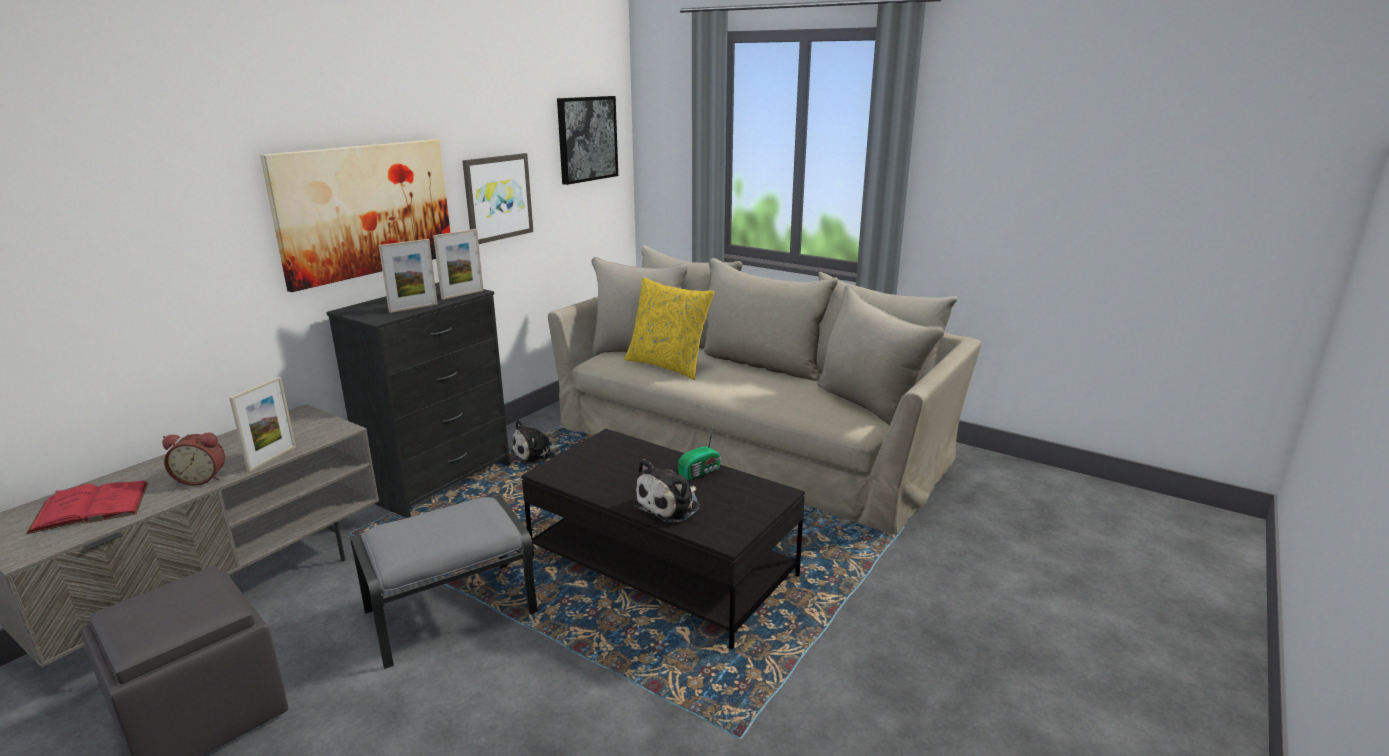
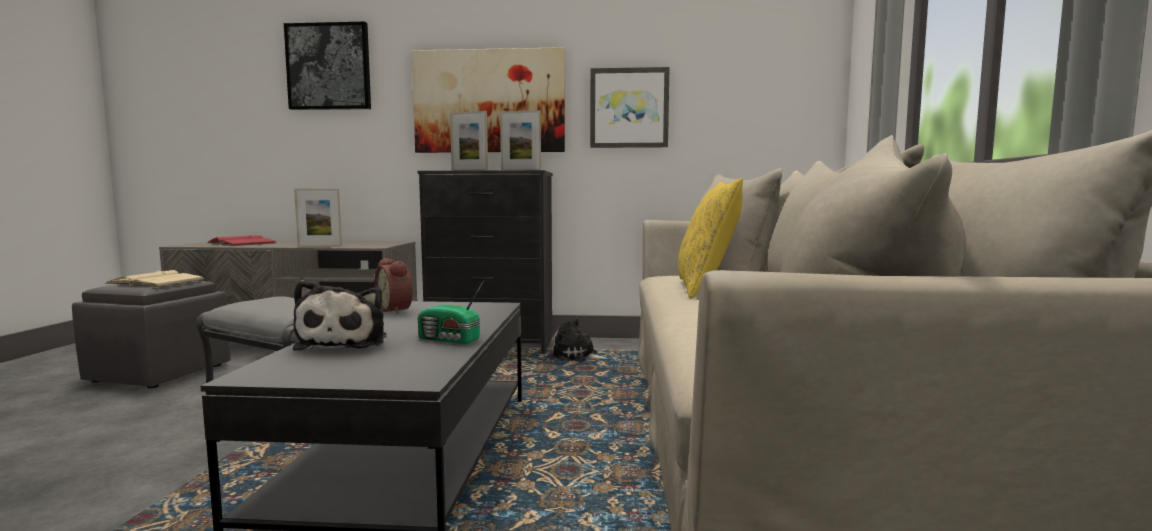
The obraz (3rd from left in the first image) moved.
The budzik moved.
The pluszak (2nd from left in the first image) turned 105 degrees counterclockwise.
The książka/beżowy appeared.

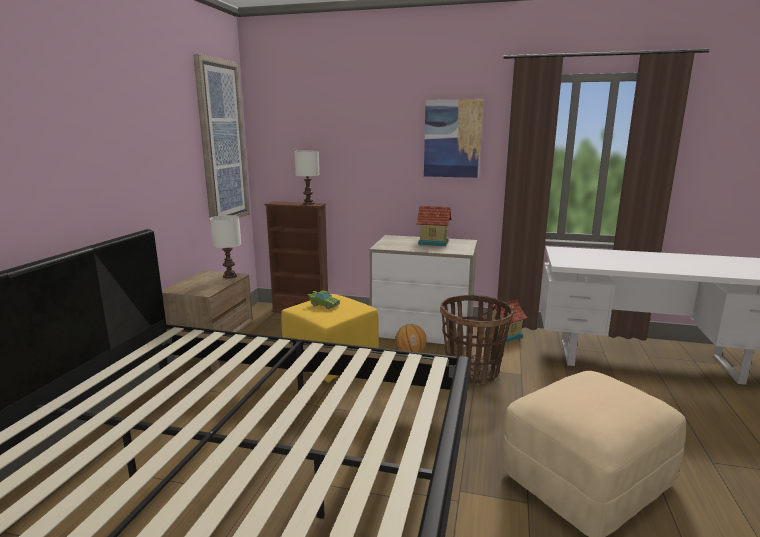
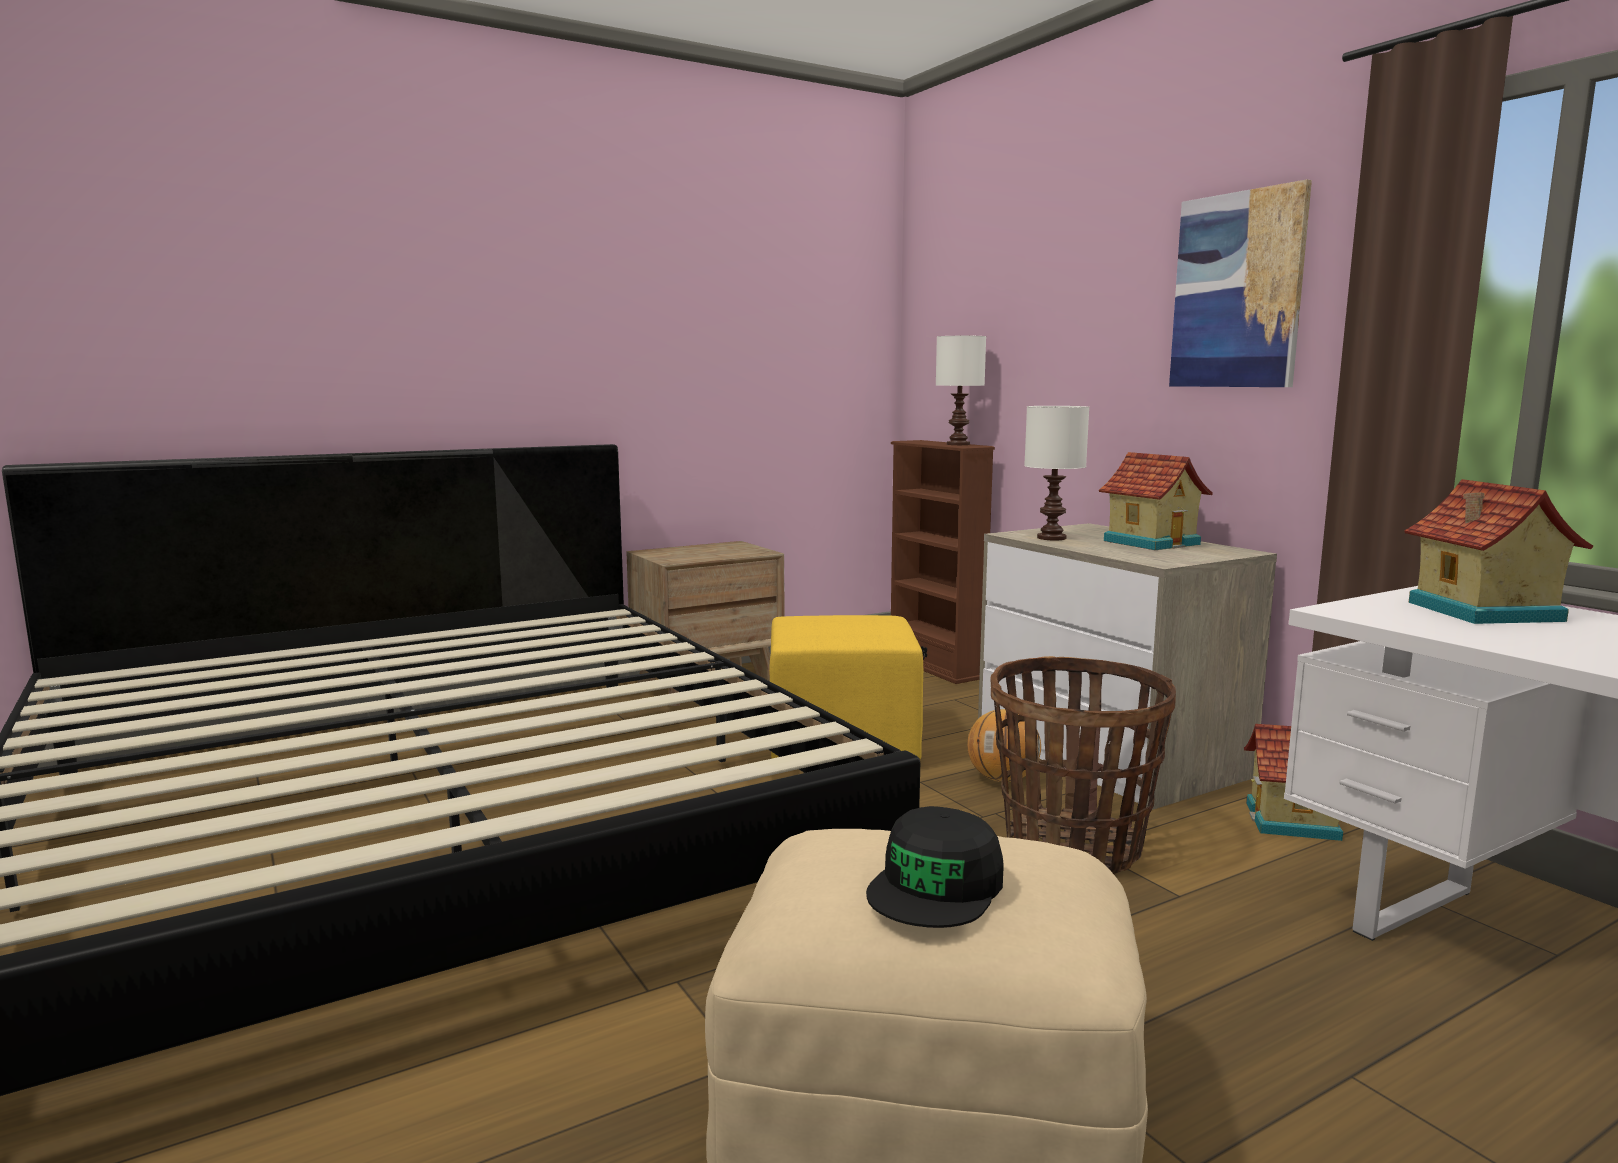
The obraz (1st from left) disappeared.
The lampa stołowa/biały (1st from left in the first image) moved.
The samochodzik/zielony disappeared.
The domek (3rd from left) appeared.
The czapka z daszkiem/czarny appeared.

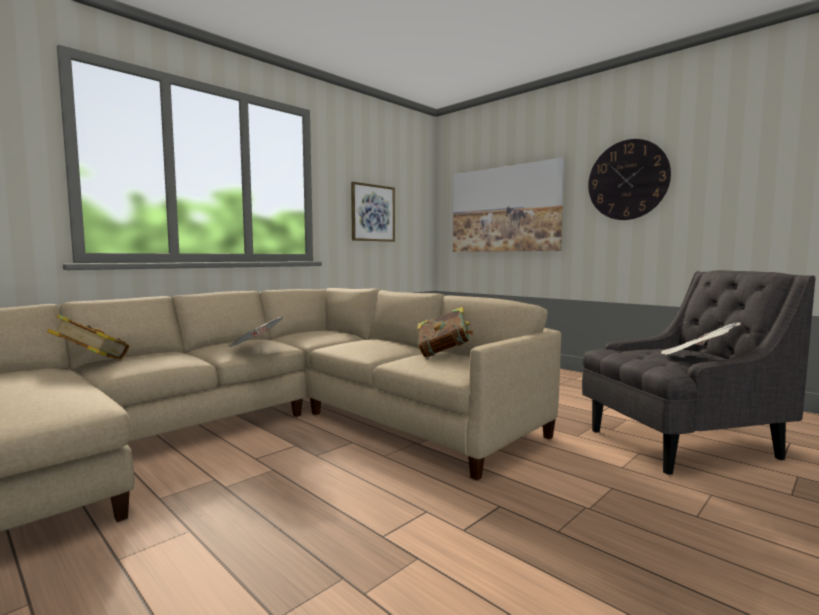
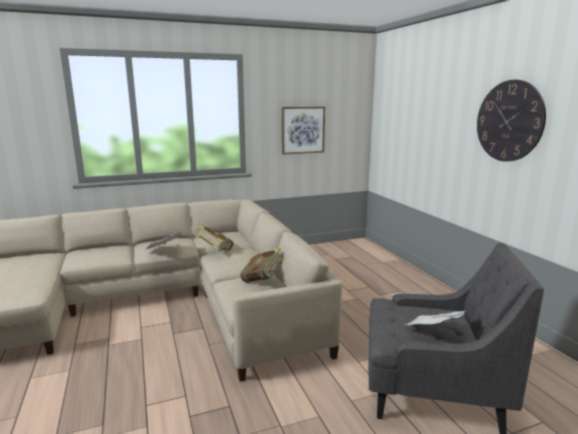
The obraz (2nd from left) disappeared.
The książka (1st from left) moved.

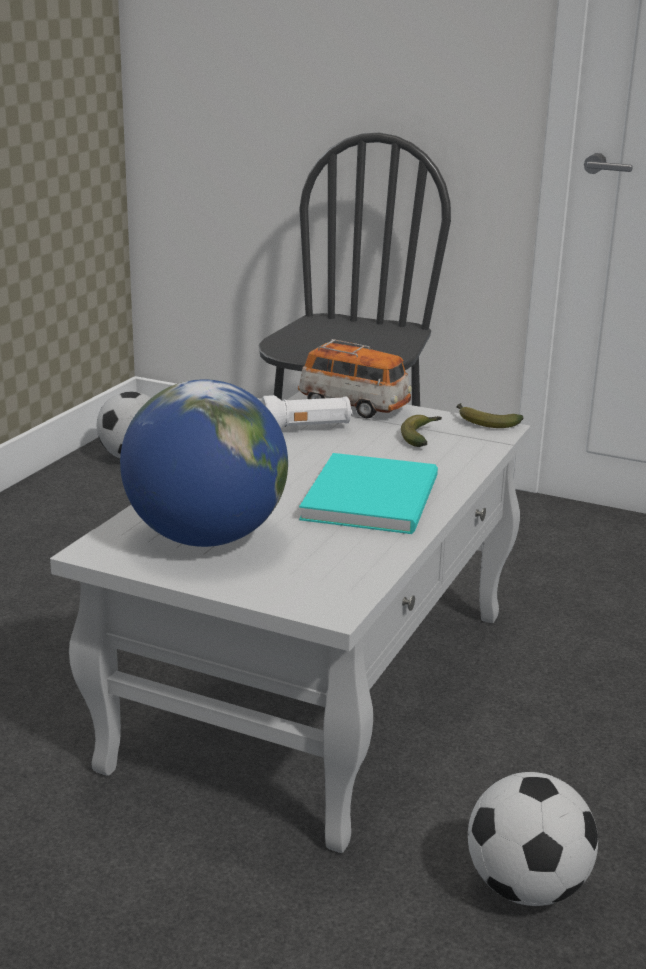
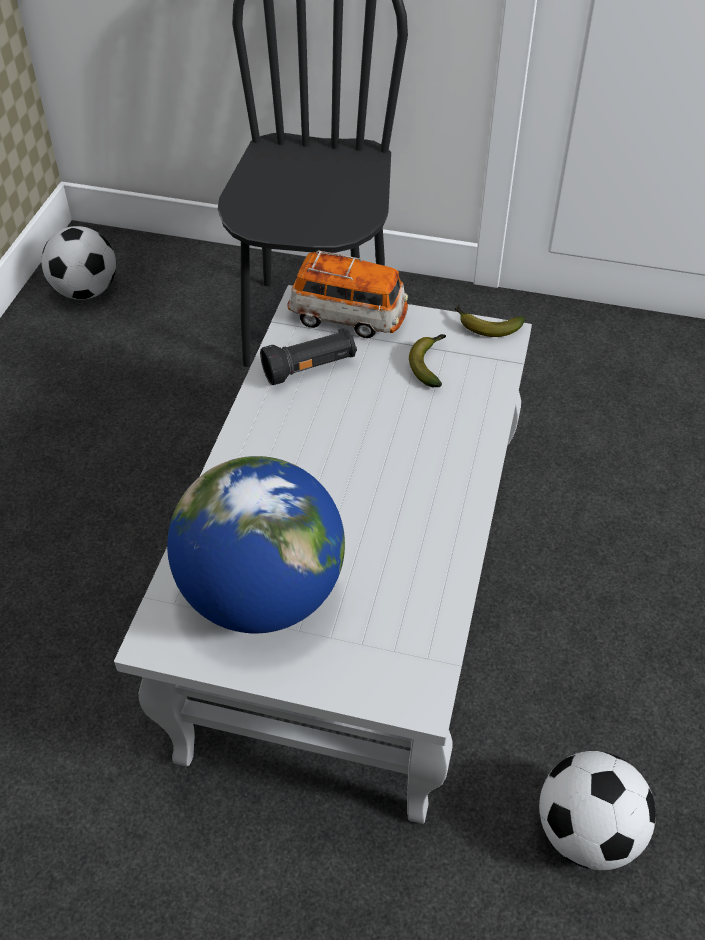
The latarka/biały became the latarka/czarny.
The książka/turkusowy disappeared.

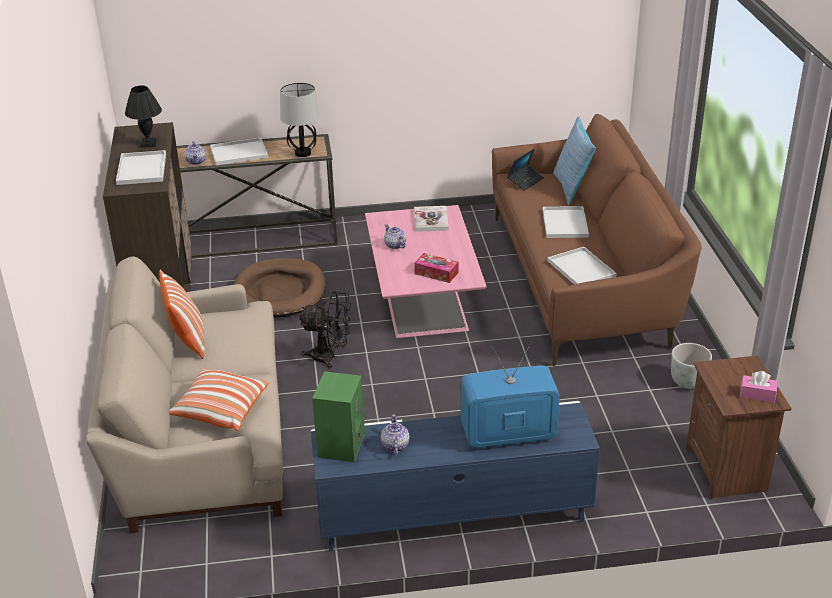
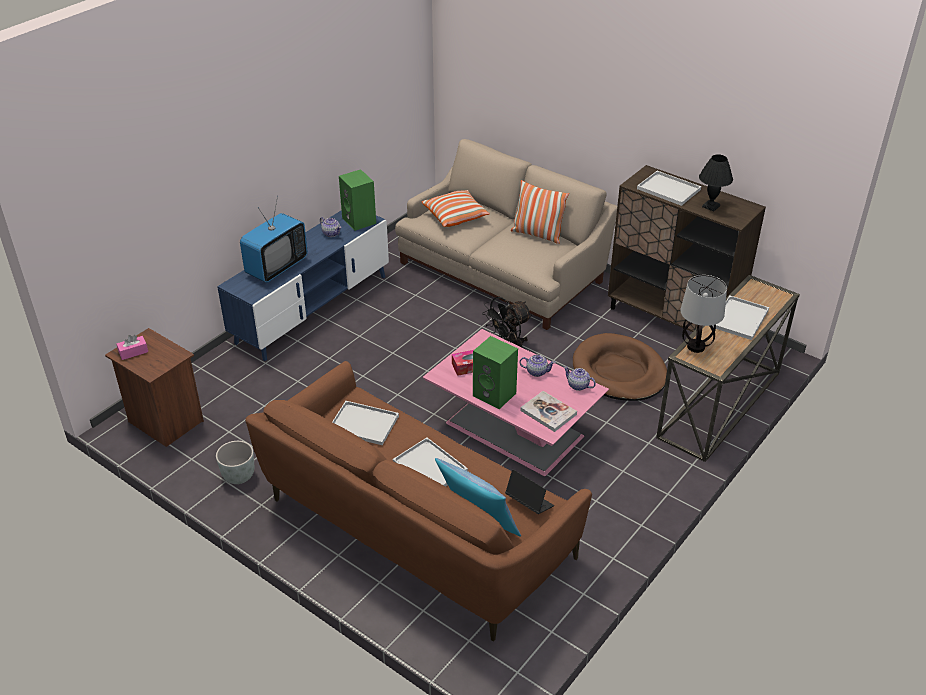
The imbryk (1st from left in the first image) moved.
The laptop turned 135 degrees clockwise.
The głośnik/zielony (2nd from left) appeared.

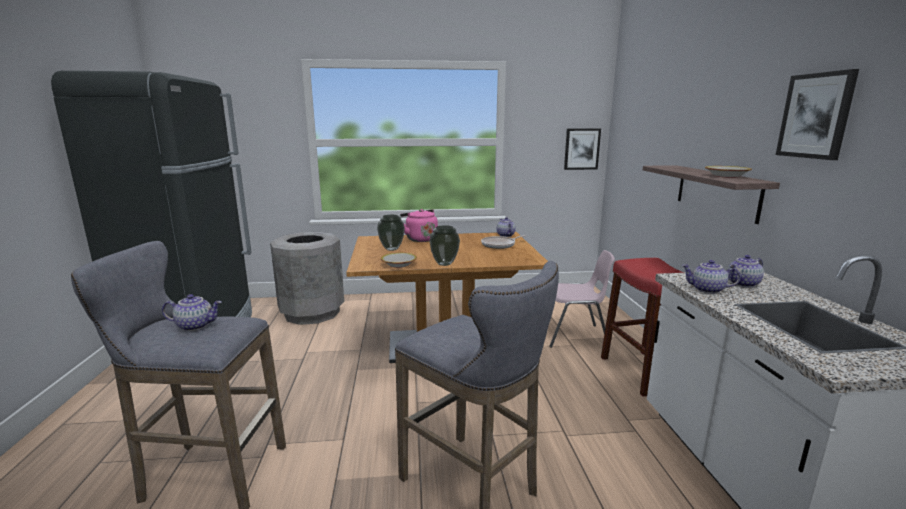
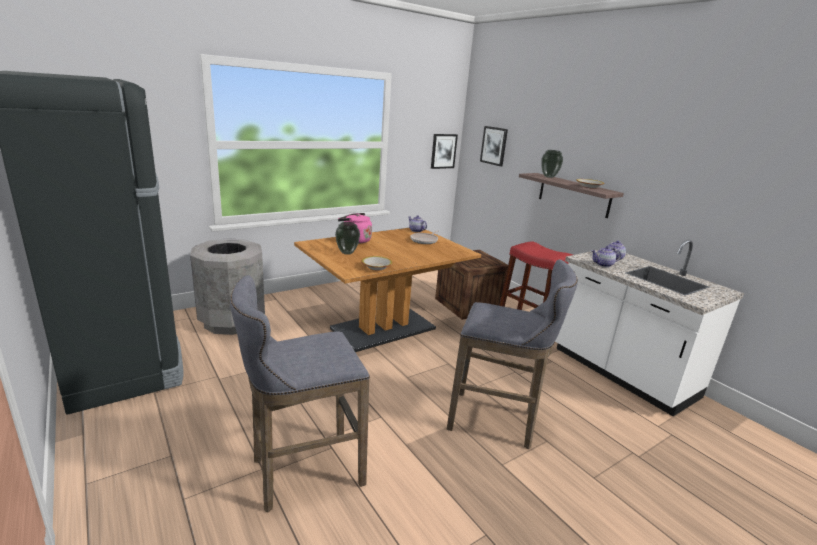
The obraz (2nd from left) moved.
The wazon (2nd from left) moved.
The krzesło/różowy was replaced by the skrzynka.
The imbryk (1st from left) disappeared.

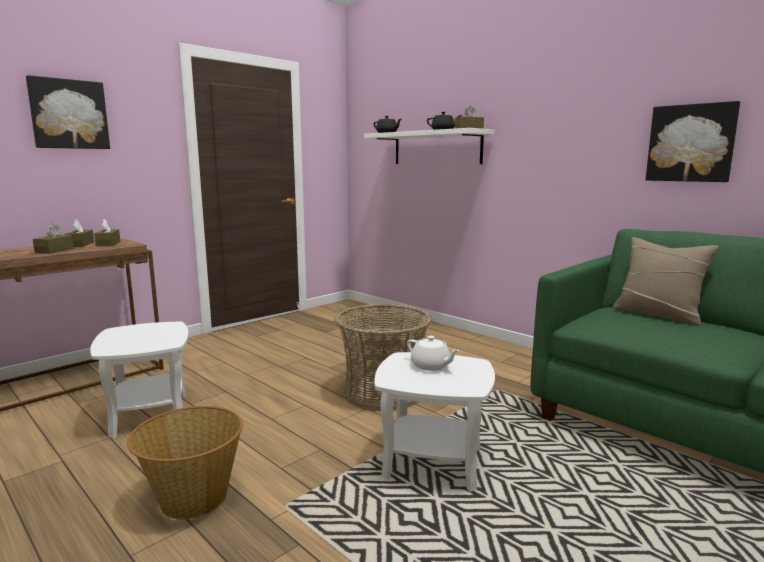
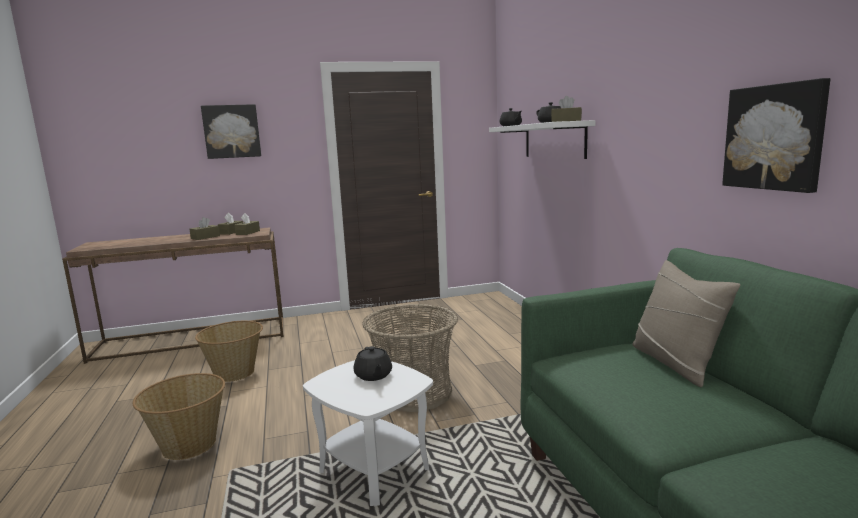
The stolik/biały (1st from left) was replaced by the koszyk (2nd from left).
The imbryk/biały became the imbryk/czarny (1st from left).

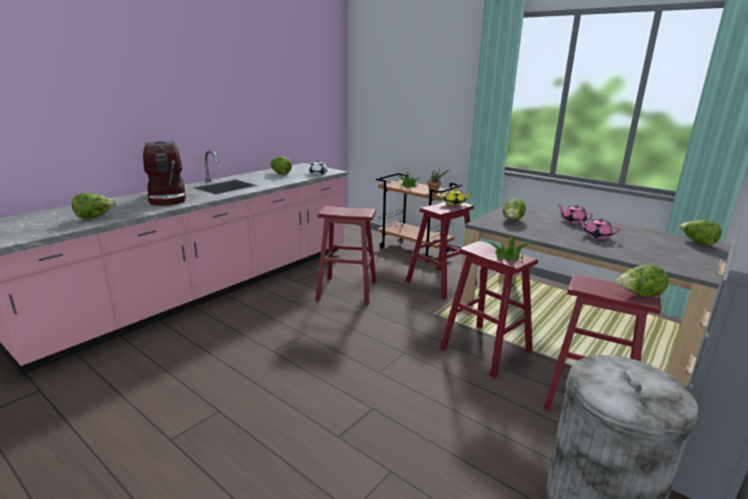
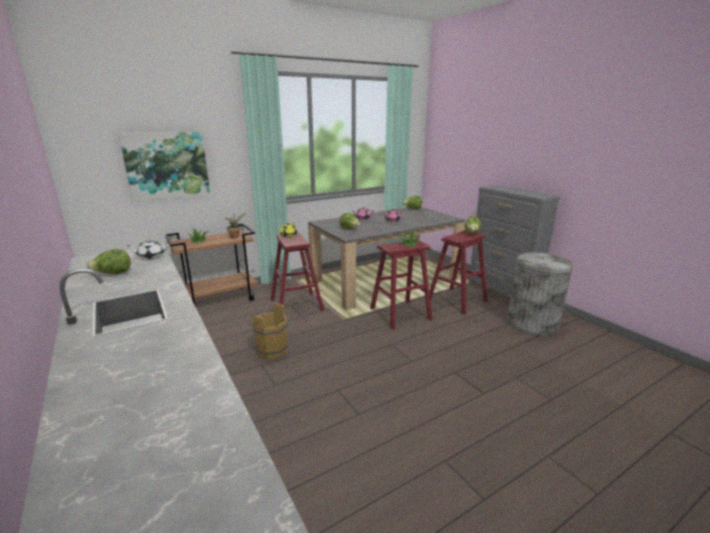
The ekspres do kawy disappeared.
The sałata (1st from left) disappeared.
The stołek/czerwony (1st from left) was replaced by the wiadro/brązowy.
The obraz appeared.

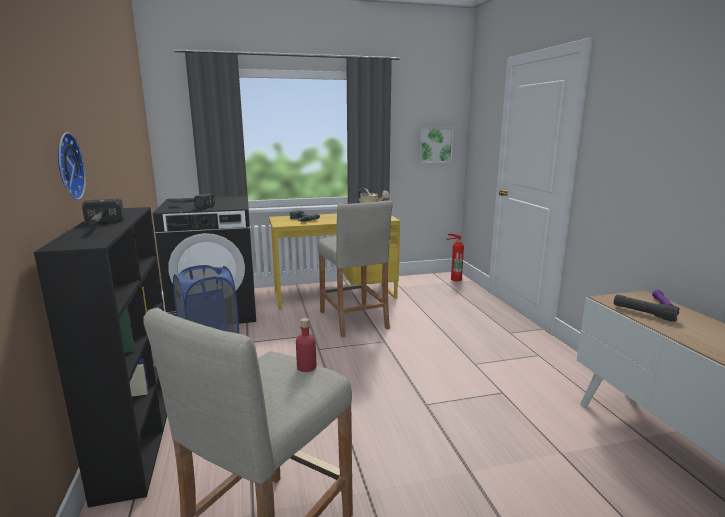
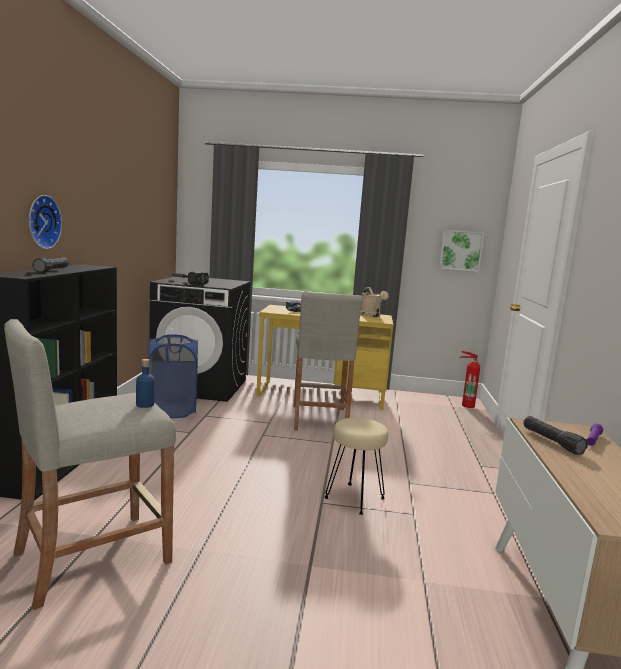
The młotek (1st from left) was replaced by the latarka/czarny (1st from left).
The butelka/czerwony became the butelka/niebieski.
The stołek/beżowy (3rd from left) appeared.

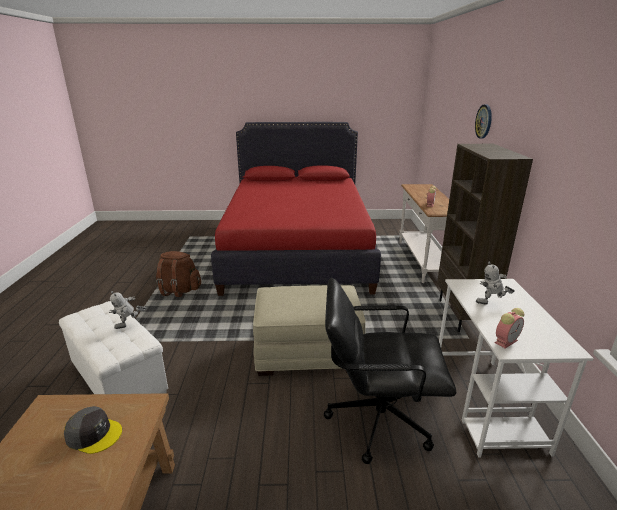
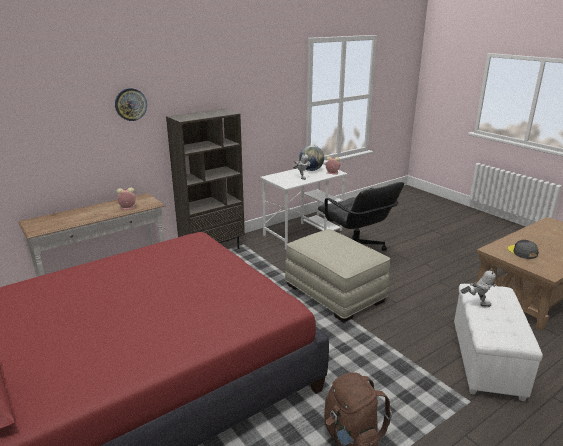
The globus appeared.

